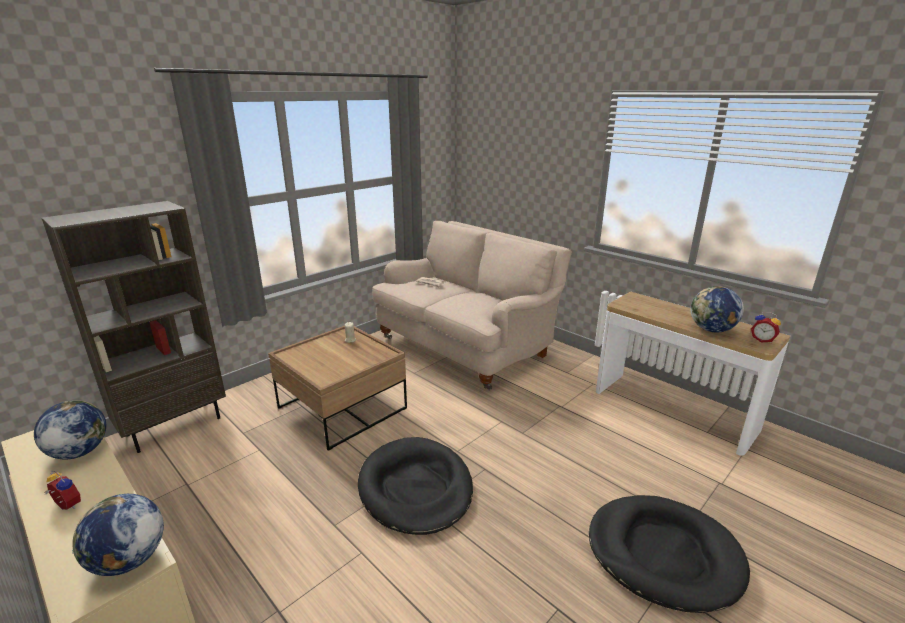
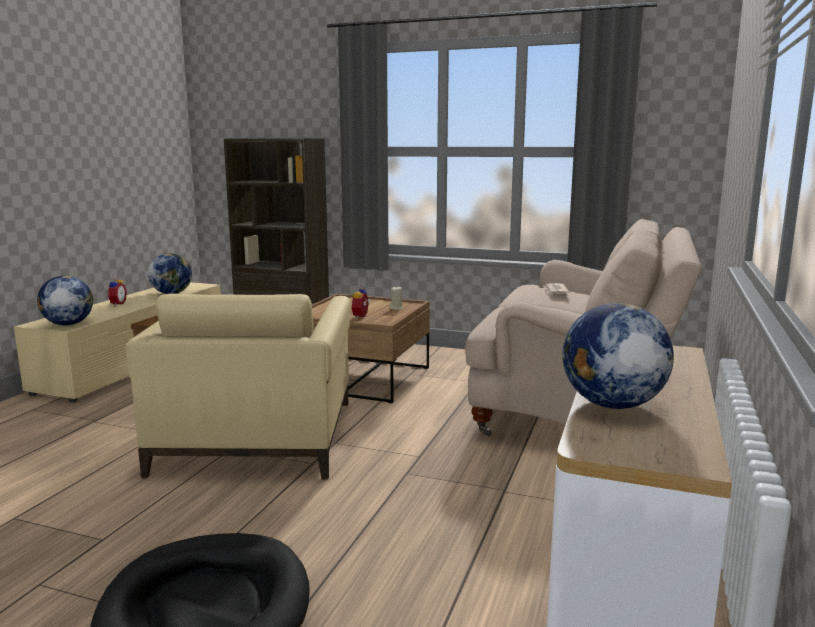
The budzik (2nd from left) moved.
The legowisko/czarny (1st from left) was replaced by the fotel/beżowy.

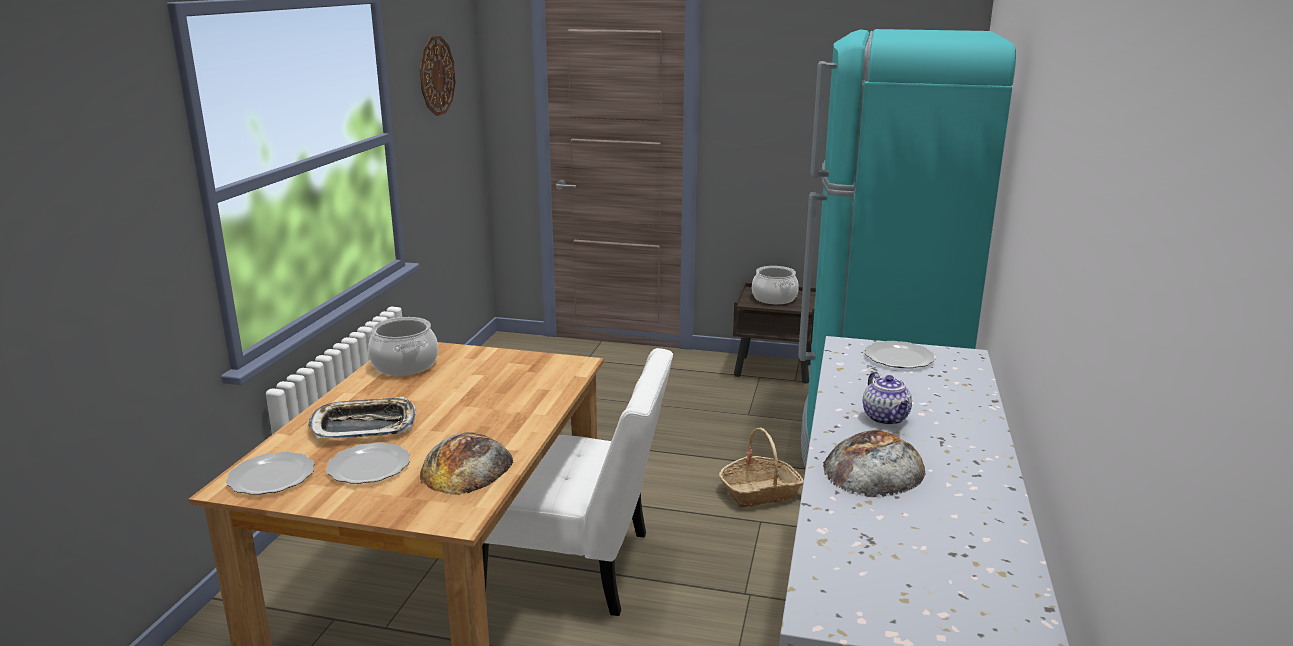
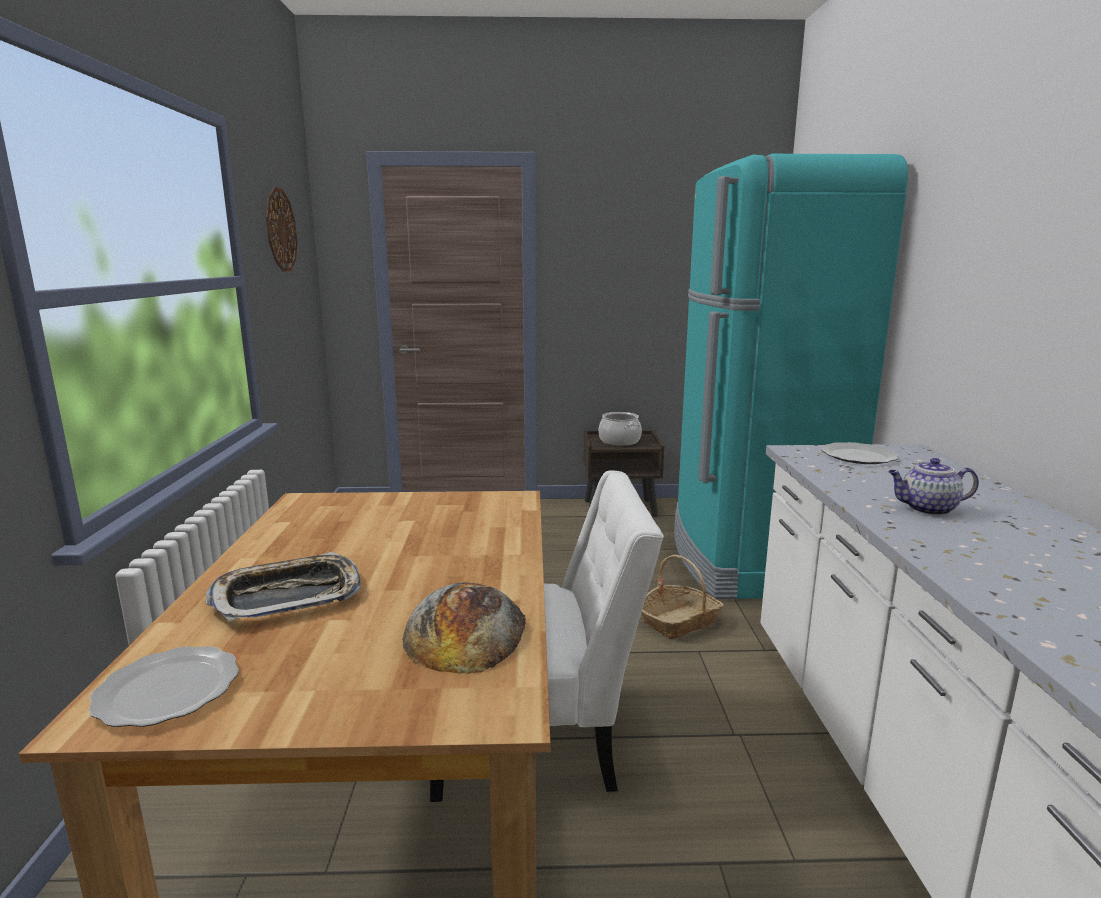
The garnek (1st from left) disappeared.
The imbryk turned 120 degrees clockwise.
The chleb (2nd from left) disappeared.
The talerz (2nd from left) disappeared.

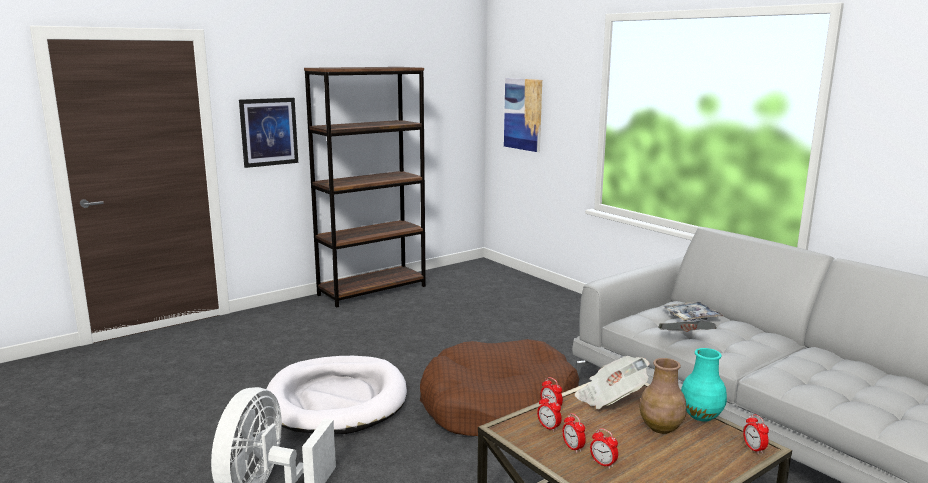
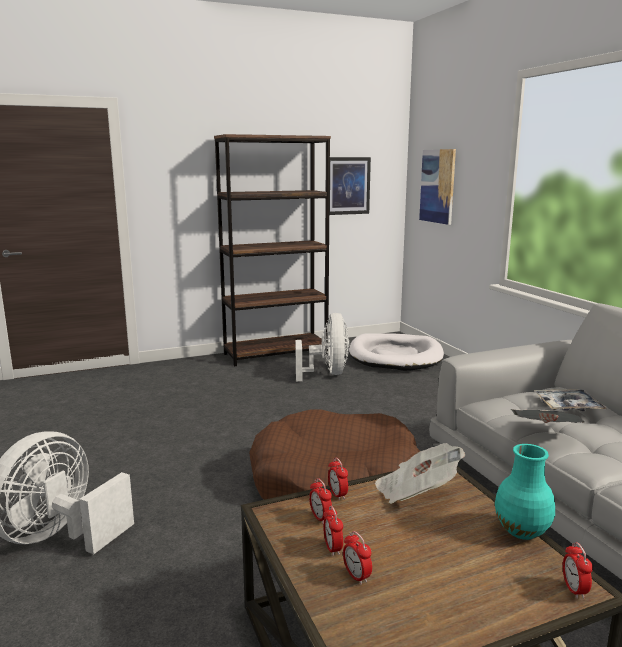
The obraz (1st from left) moved.
The legowisko/biały moved.
The wazon/brązowy disappeared.
The wentylator/biały (2nd from left) appeared.

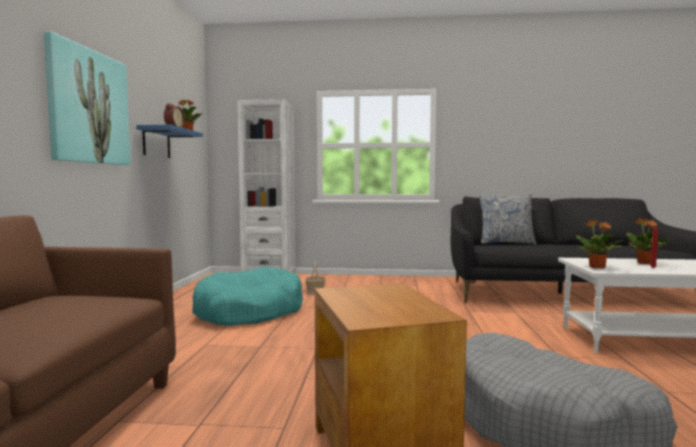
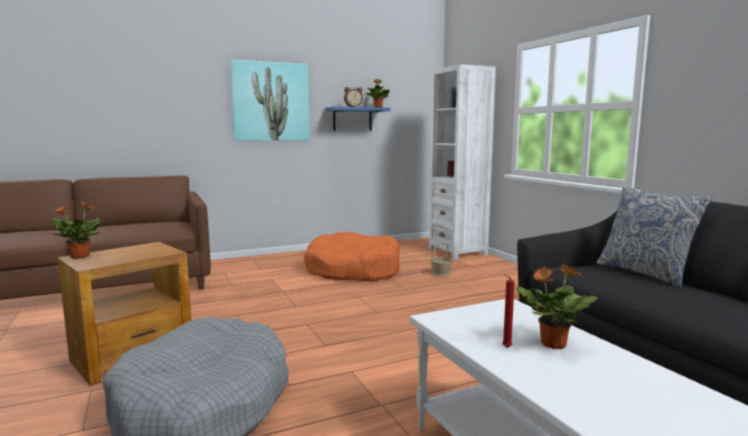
The roślina doniczkowa (2nd from left in the first image) moved.
The legowisko/turkusowy became the legowisko/pomarańczowy.

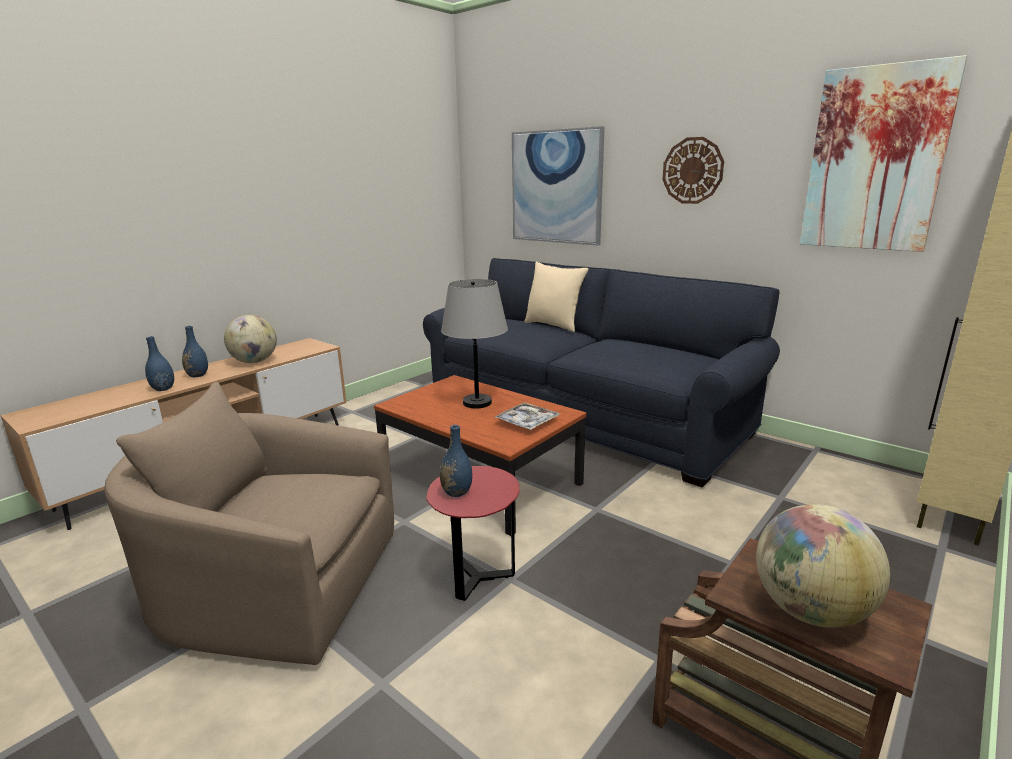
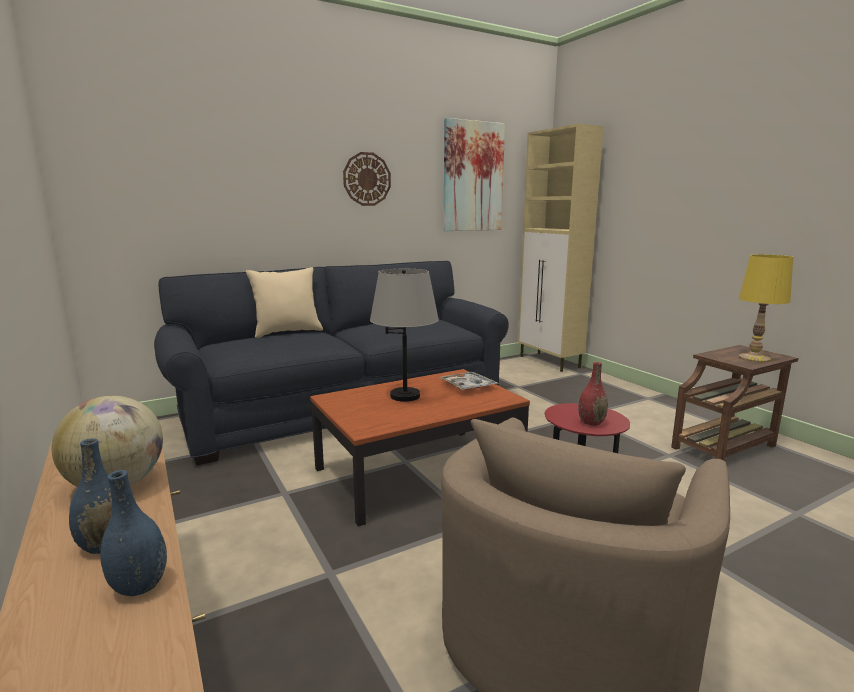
The obraz (1st from left) disappeared.
The wazon/niebieski (3rd from left) became the wazon/czerwony.
The globus (2nd from left) was replaced by the lampa stołowa/żółty.

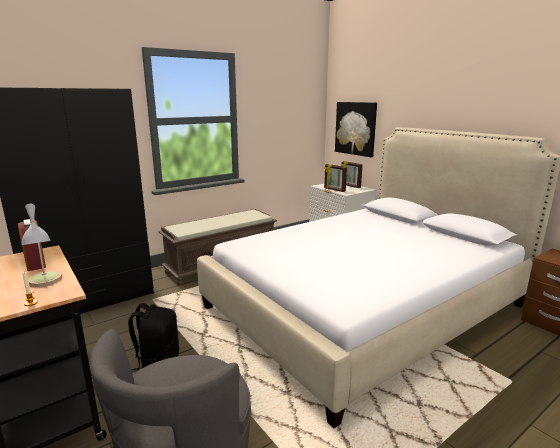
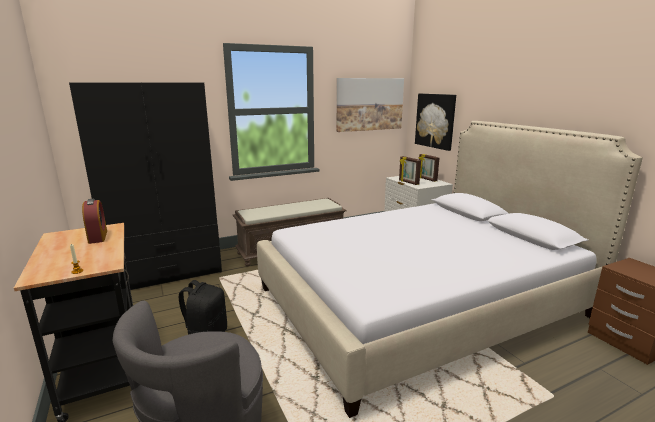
The lampa stołowa disappeared.
The obraz (1st from left) appeared.

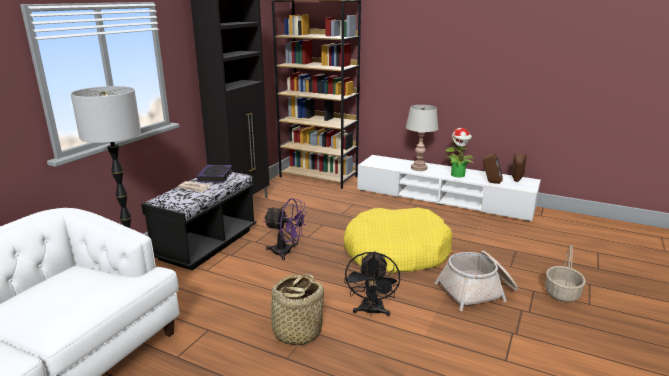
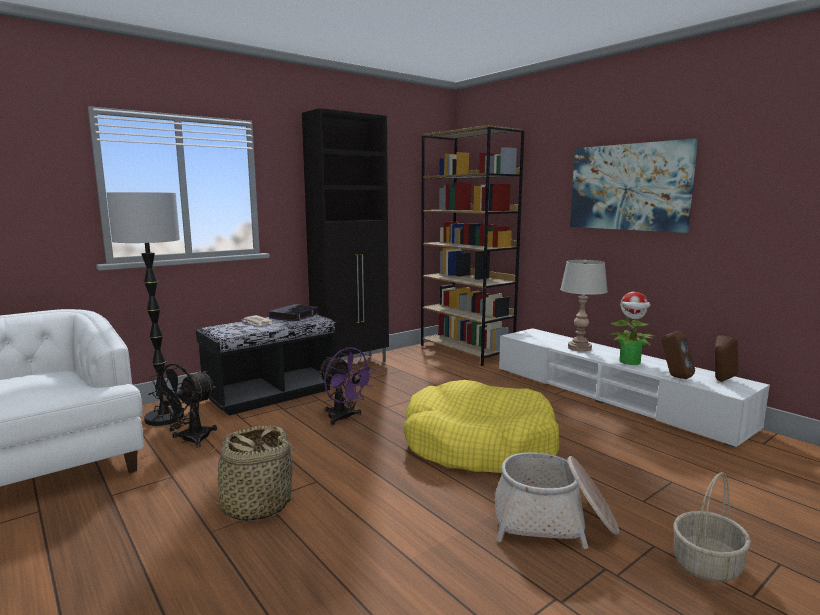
The wentylator/czarny moved.
The obraz appeared.

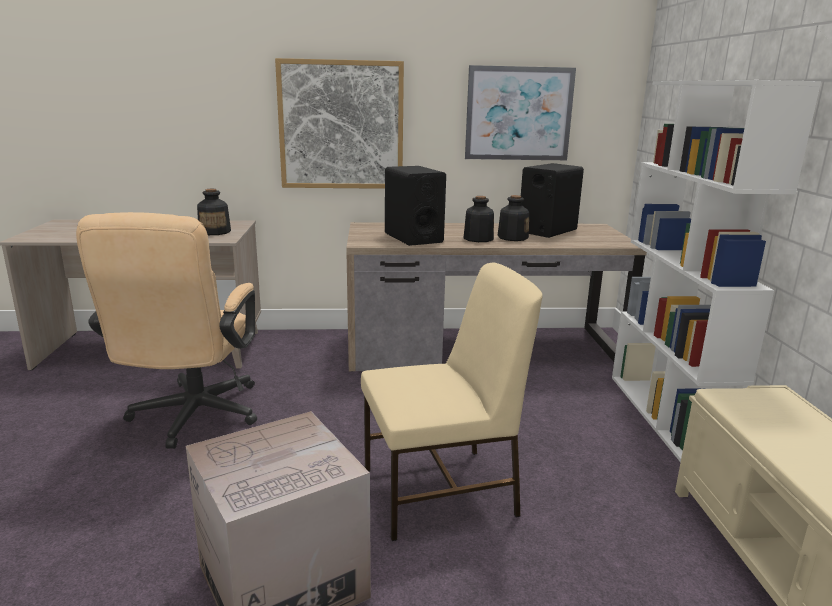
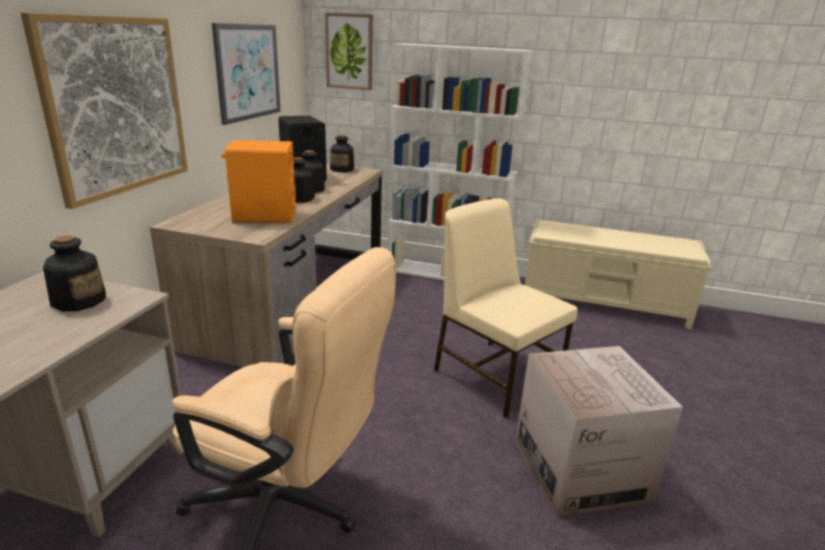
The głośnik/czarny (1st from left) became the głośnik/pomarańczowy.
The krzesło/beżowy turned 45 degrees counterclockwise.
The obraz (3rd from left) appeared.
The butelka (4th from left) appeared.

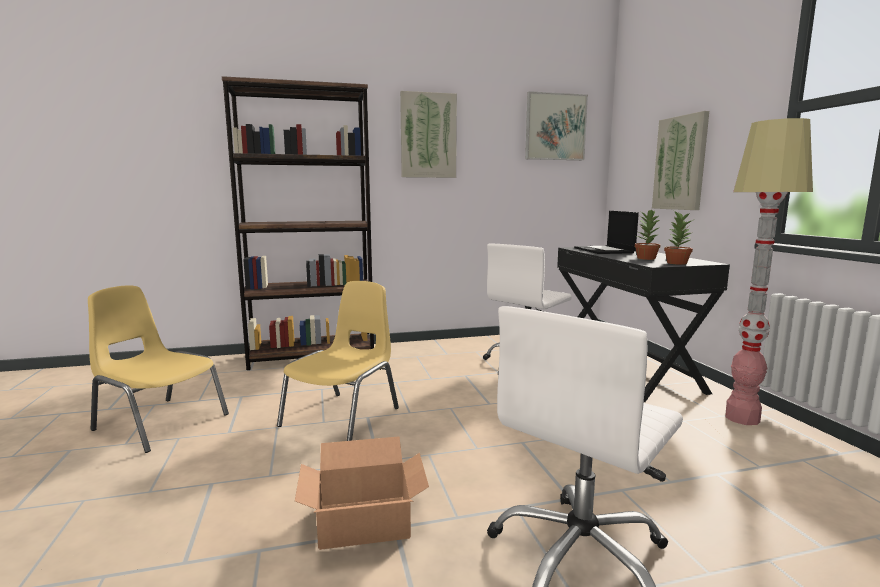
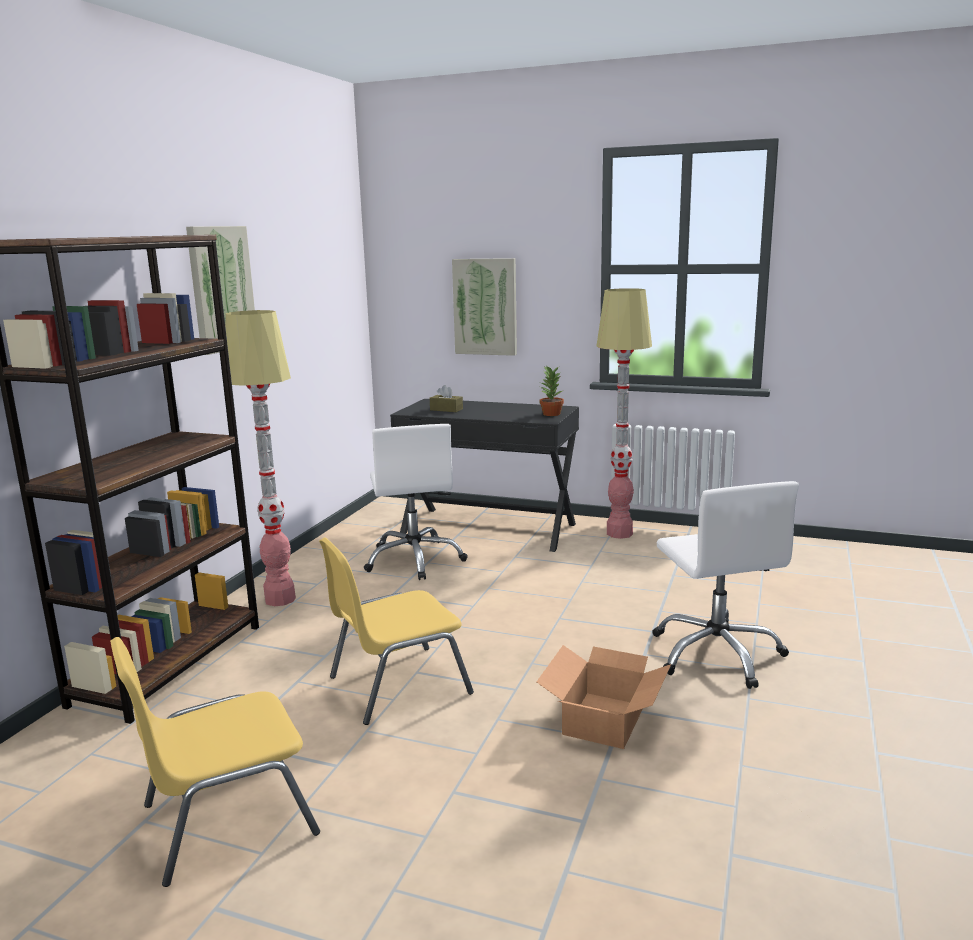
The obraz (2nd from left) disappeared.
The roślina doniczkowa (1st from left) disappeared.
The laptop was replaced by the pudełko chusteczek/brązowy.
The krzesło/żółty (2nd from left) turned 90 degrees counterclockwise.
The lampa stojąca (1st from left) appeared.

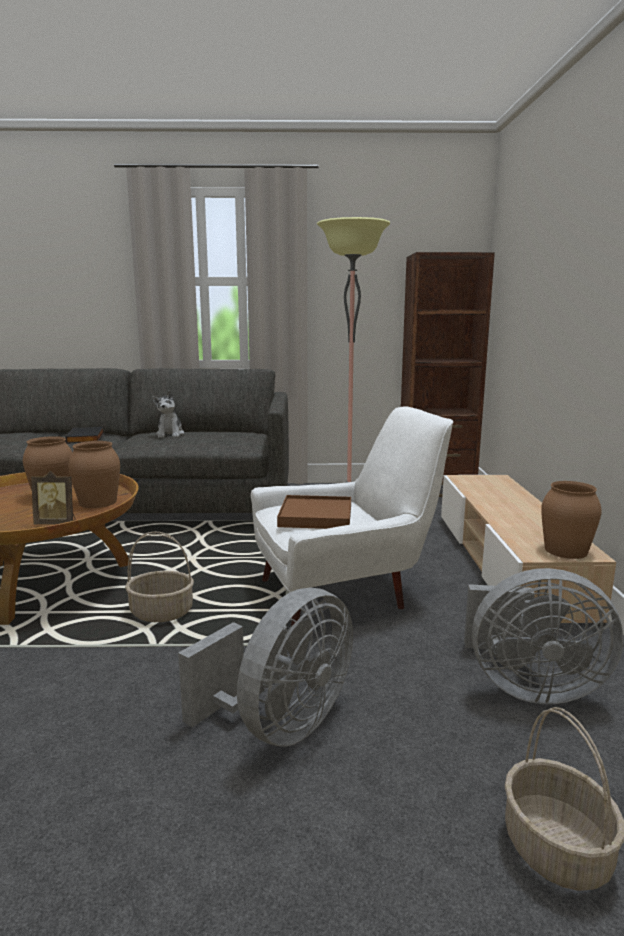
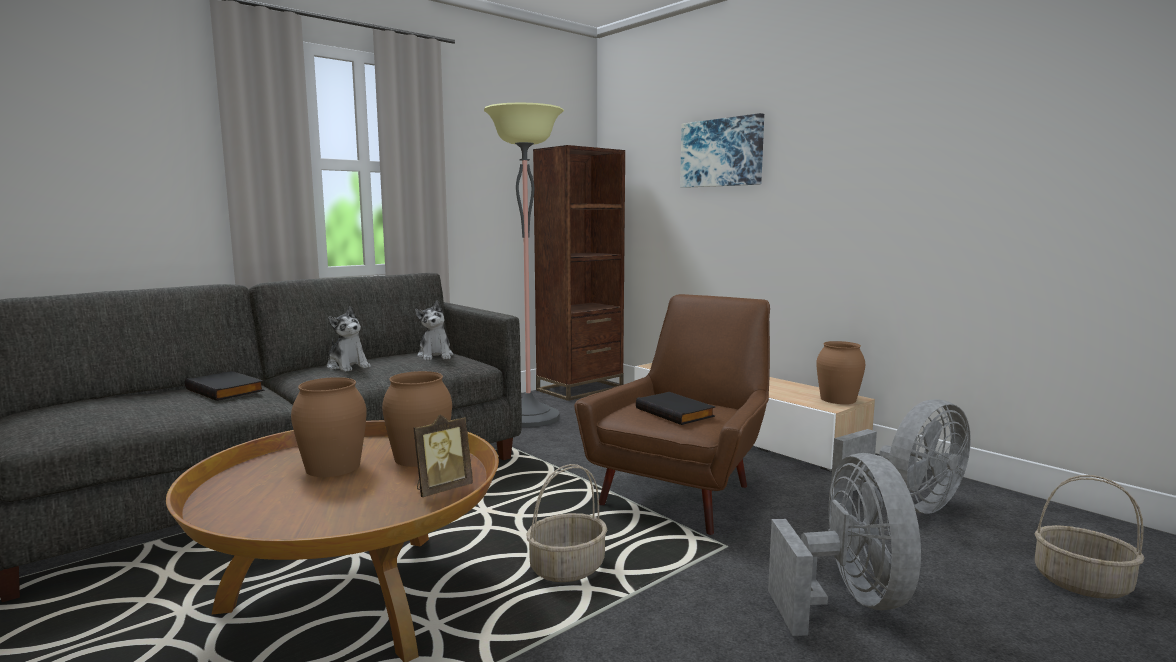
The fotel/biały became the fotel/brązowy.
The taca/brązowy was replaced by the książka/czarny (2nd from left).
The obraz appeared.
The pluszak (2nd from left) appeared.

